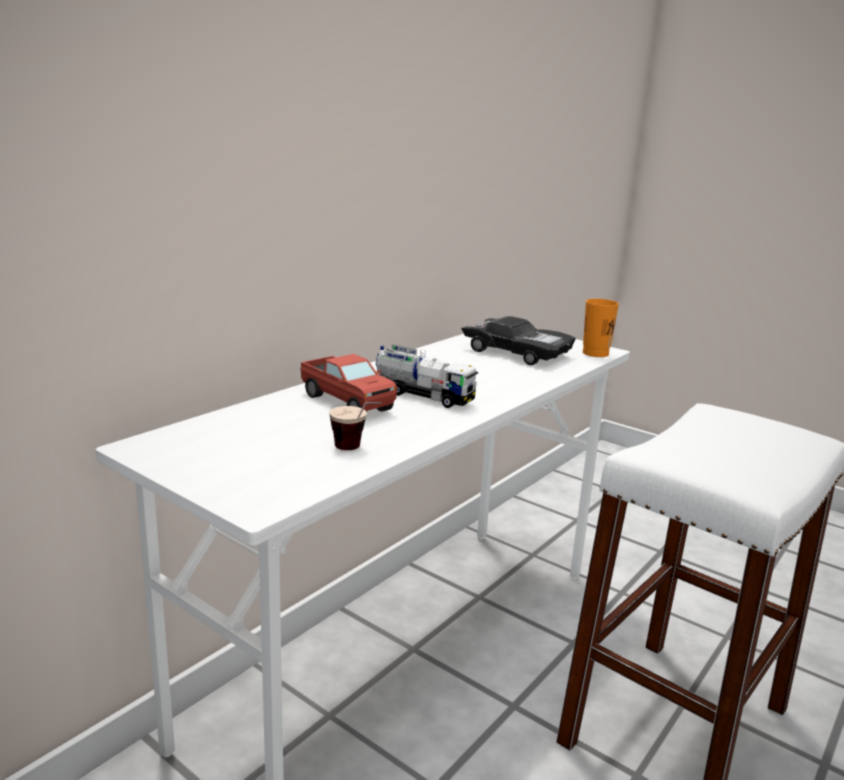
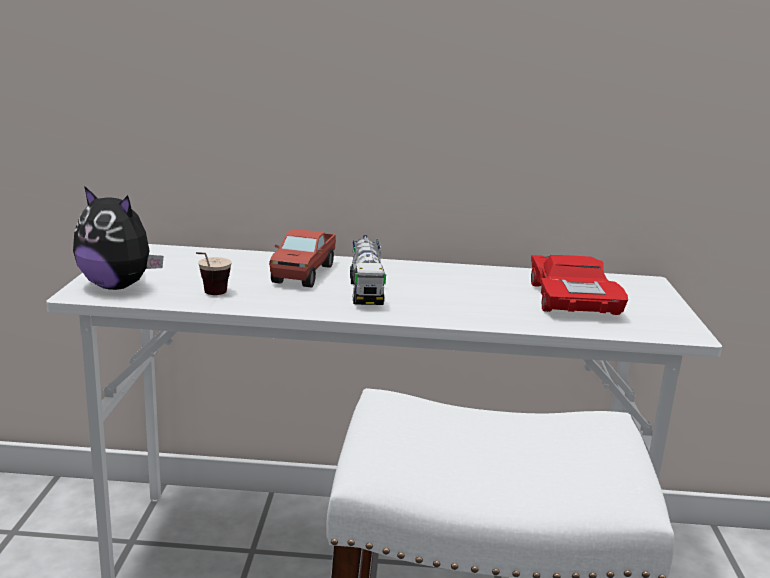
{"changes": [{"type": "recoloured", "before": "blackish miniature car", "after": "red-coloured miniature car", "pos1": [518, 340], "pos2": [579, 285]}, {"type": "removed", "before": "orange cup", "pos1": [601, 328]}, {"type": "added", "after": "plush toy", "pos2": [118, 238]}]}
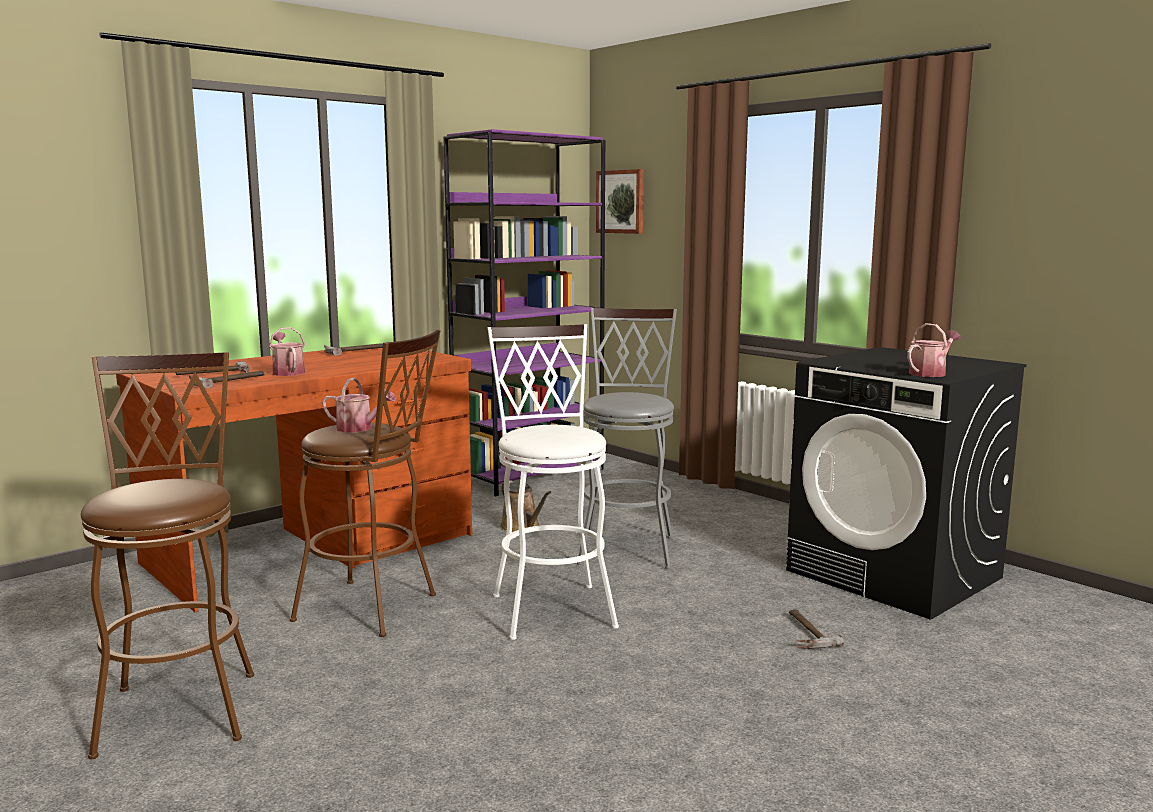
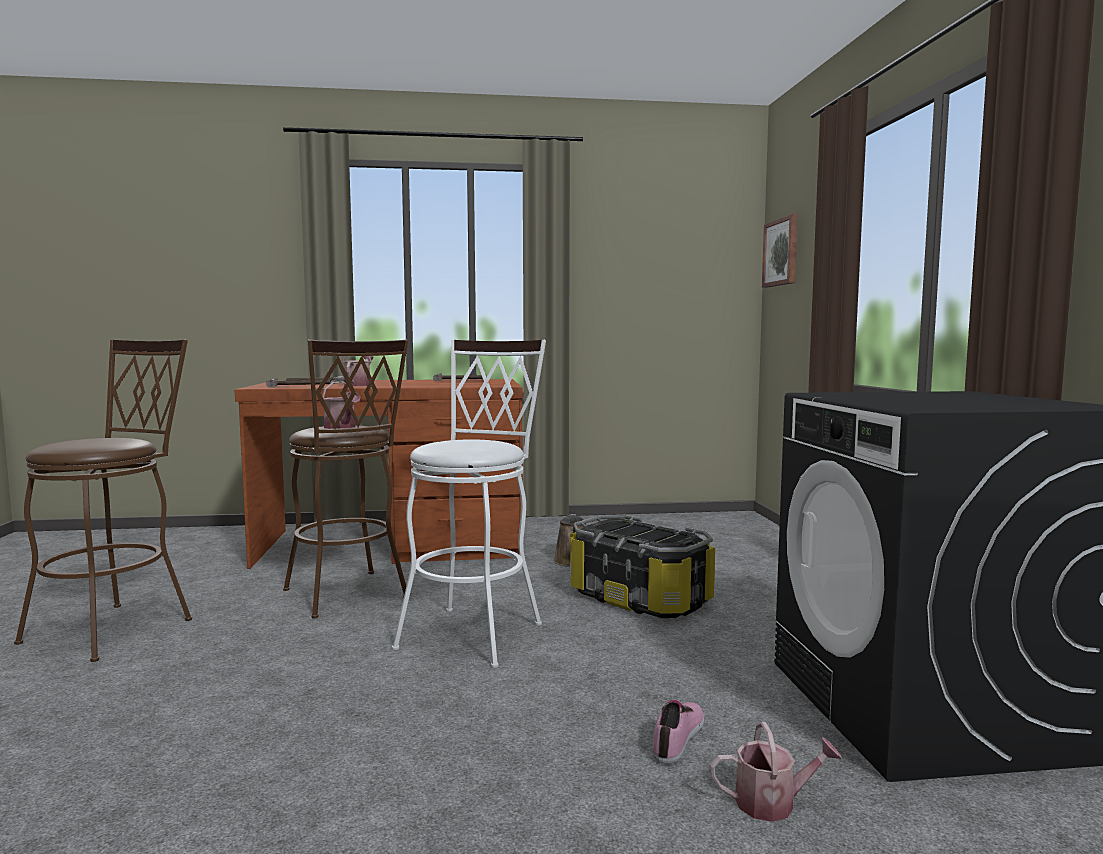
{"changes": [{"type": "removed", "before": "purple-coloured bookcase", "pos1": [524, 312]}, {"type": "replaced", "before": "greyish stool seat", "after": "storage container", "pos1": [627, 438], "pos2": [642, 566]}, {"type": "replaced", "before": "tool hammer", "after": "item of footwear", "pos1": [816, 629], "pos2": [678, 732]}, {"type": "moved", "before": "sprinkling can", "pos1": [934, 350], "pos2": [776, 772]}]}
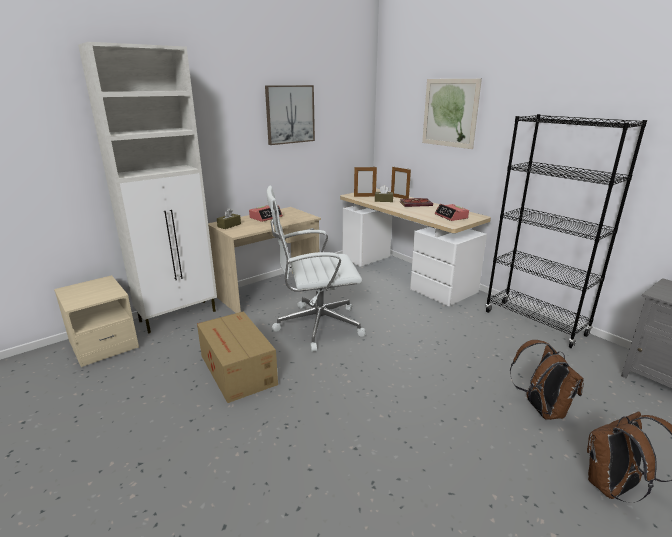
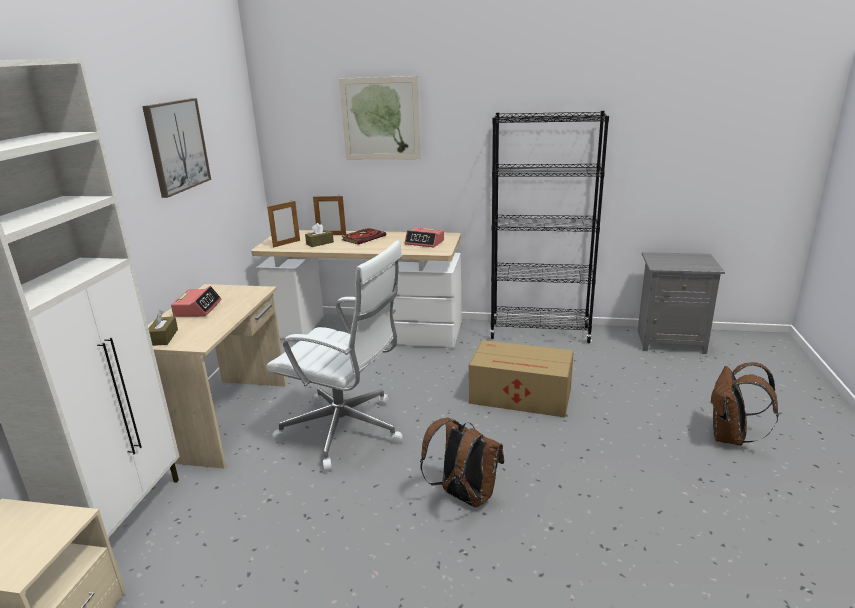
{"changes": [{"type": "moved", "before": "carton", "pos1": [237, 357], "pos2": [521, 378]}, {"type": "turned", "before": "white-coloured desk chair", "pos1": [316, 269], "pos2": [334, 356], "turn": -105}, {"type": "moved", "before": "brown knapsack", "pos1": [547, 380], "pos2": [462, 462]}]}
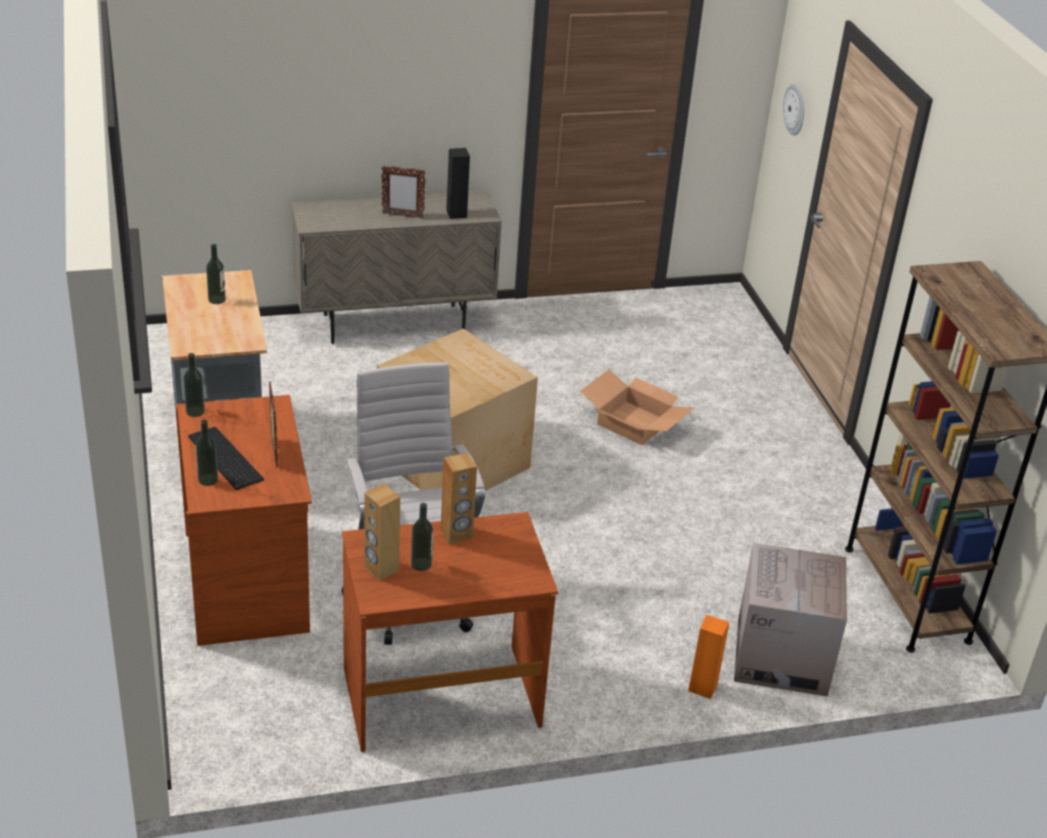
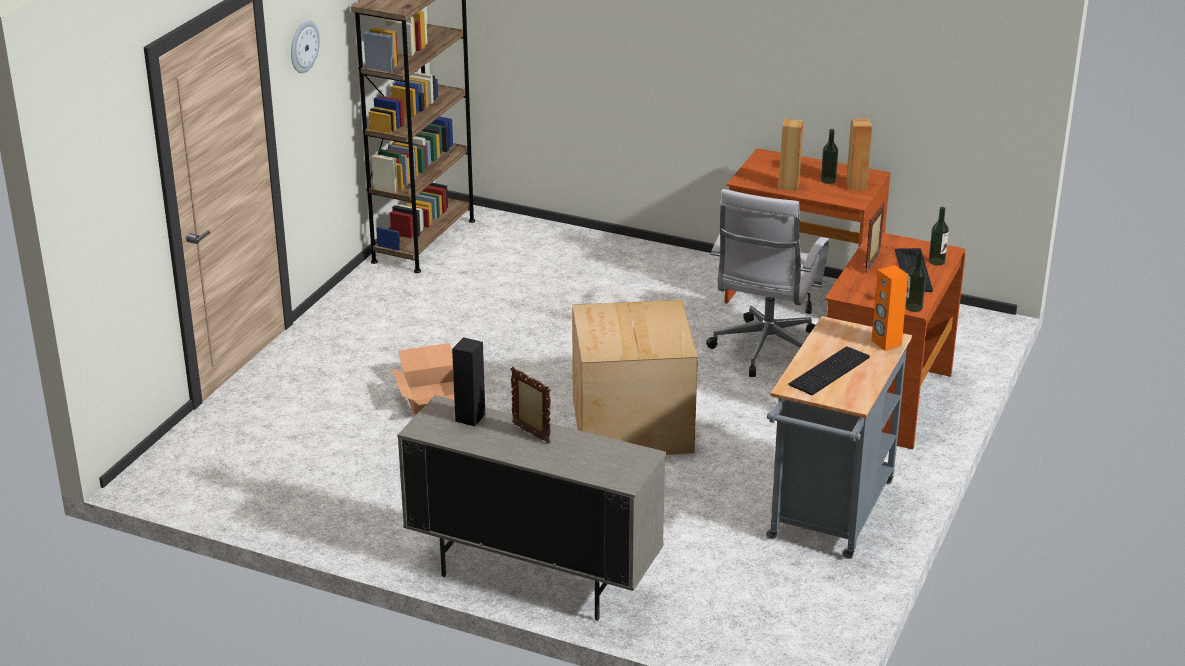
{"changes": [{"type": "replaced", "before": "beverage bottle", "after": "keyboard", "pos1": [216, 274], "pos2": [829, 371]}, {"type": "moved", "before": "orange audio speaker", "pos1": [708, 657], "pos2": [889, 308]}, {"type": "removed", "before": "carton", "pos1": [790, 620]}, {"type": "moved", "before": "clock on the wall", "pos1": [793, 109], "pos2": [305, 46]}]}
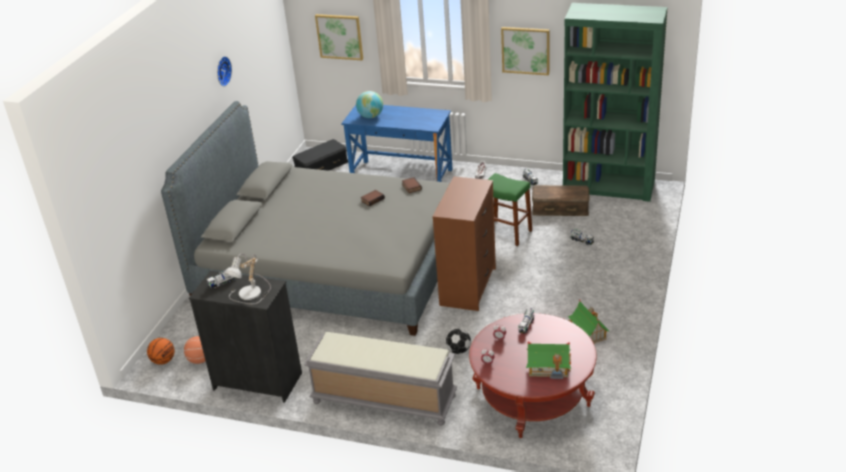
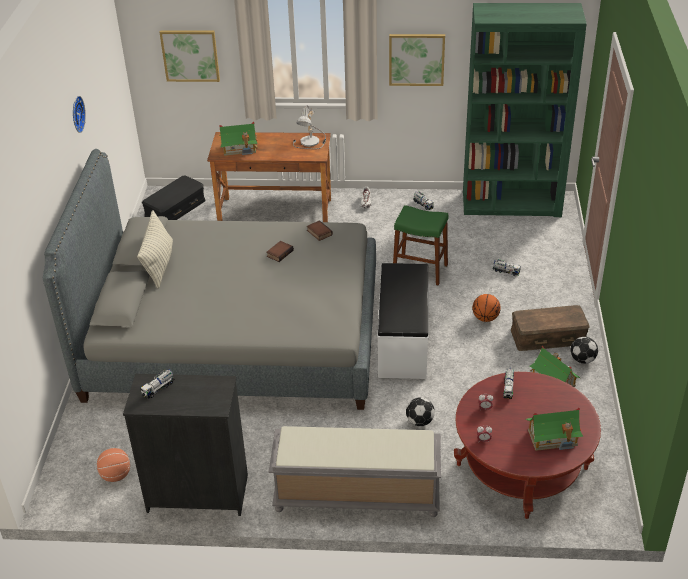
{"changes": [{"type": "moved", "before": "ball for basketball", "pos1": [161, 351], "pos2": [486, 308]}, {"type": "moved", "before": "tabletop lamp", "pos1": [247, 279], "pos2": [309, 127]}, {"type": "recoloured", "before": "bluish desk unit", "after": "brown desk unit", "pos1": [396, 143], "pos2": [269, 177]}, {"type": "replaced", "before": "globe", "after": "model house", "pos1": [369, 104], "pos2": [238, 139]}, {"type": "replaced", "before": "brown dresser", "after": "white-coloured indoor bench", "pos1": [464, 243], "pos2": [403, 321]}, {"type": "moved", "before": "brown storage container", "pos1": [560, 200], "pos2": [550, 328]}, {"type": "added", "after": "cushion", "pos2": [155, 249]}, {"type": "added", "after": "ball for football", "pos2": [584, 350]}]}
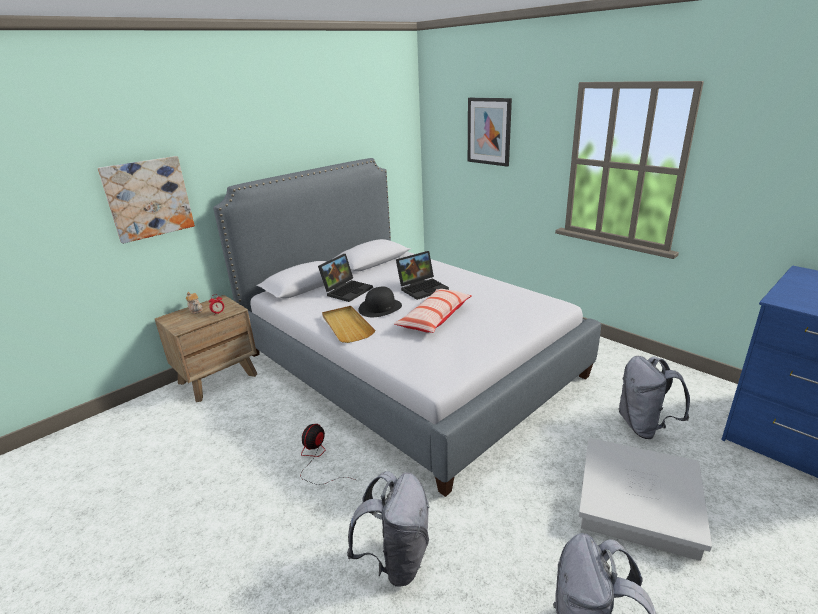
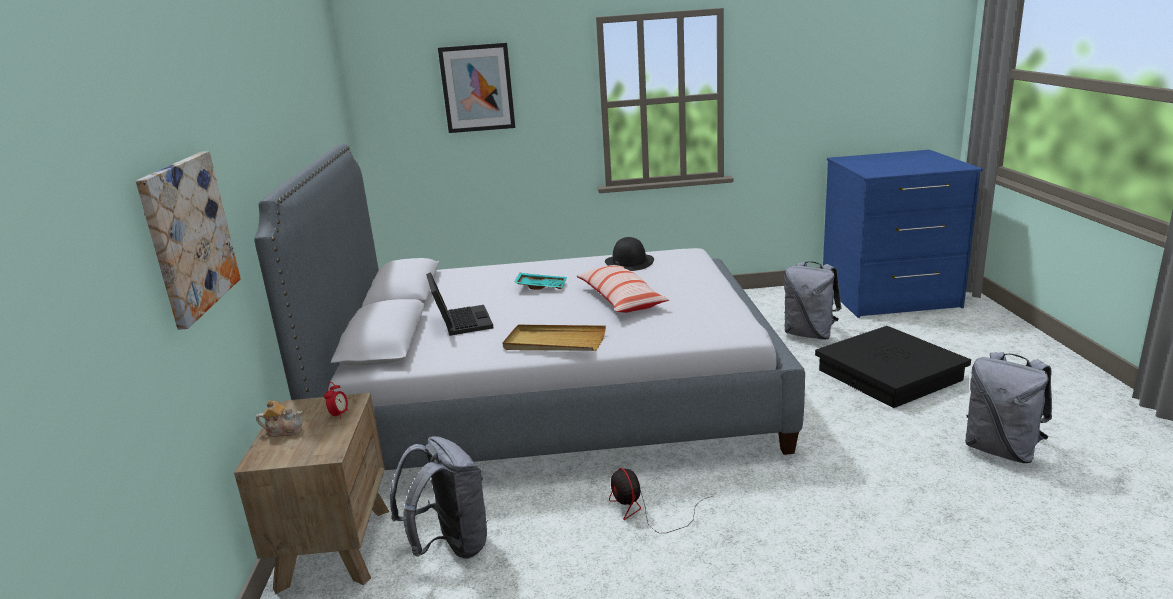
{"changes": [{"type": "moved", "before": "greyish knapsack", "pos1": [388, 529], "pos2": [439, 497]}, {"type": "moved", "before": "blackish hat", "pos1": [380, 302], "pos2": [629, 254]}, {"type": "replaced", "before": "notebook computer", "after": "turquoise-coloured tray", "pos1": [422, 275], "pos2": [540, 281]}, {"type": "recoloured", "before": "white-coloured storage container", "after": "blackish storage container", "pos1": [645, 499], "pos2": [893, 367]}]}
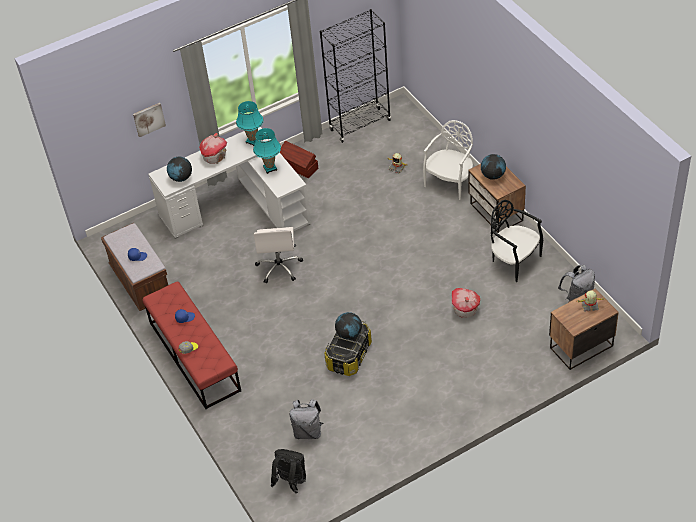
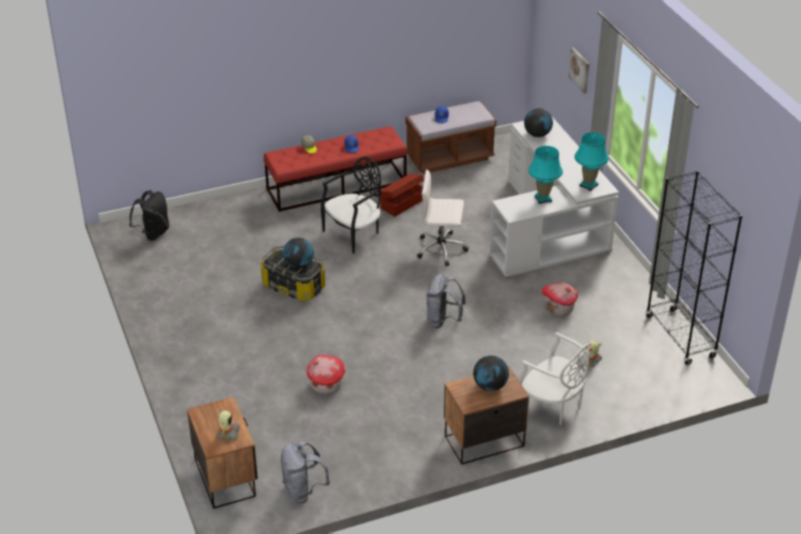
{"changes": [{"type": "moved", "before": "model house", "pos1": [213, 148], "pos2": [560, 299]}, {"type": "moved", "before": "brown storage container", "pos1": [299, 159], "pos2": [402, 195]}, {"type": "moved", "before": "greyish knapsack", "pos1": [306, 419], "pos2": [446, 301]}, {"type": "moved", "before": "blackish chair", "pos1": [517, 241], "pos2": [351, 205]}]}
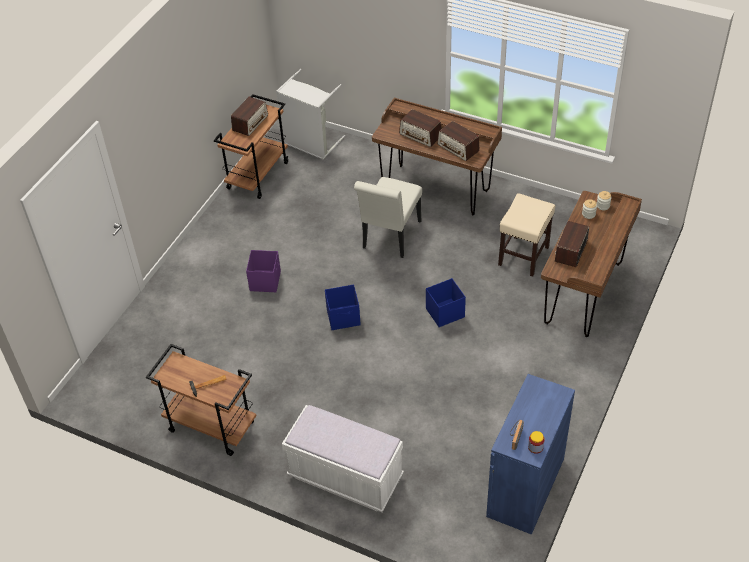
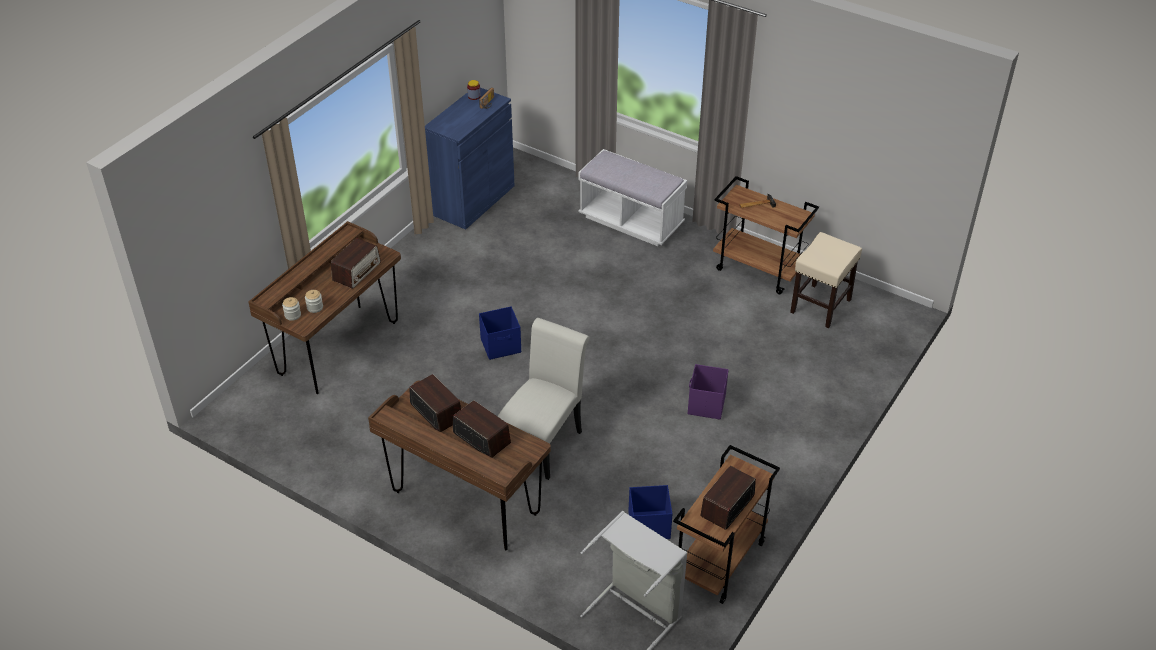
{"changes": [{"type": "moved", "before": "bluish storage container", "pos1": [343, 307], "pos2": [650, 512]}, {"type": "moved", "before": "beige stool seat", "pos1": [527, 235], "pos2": [826, 280]}]}
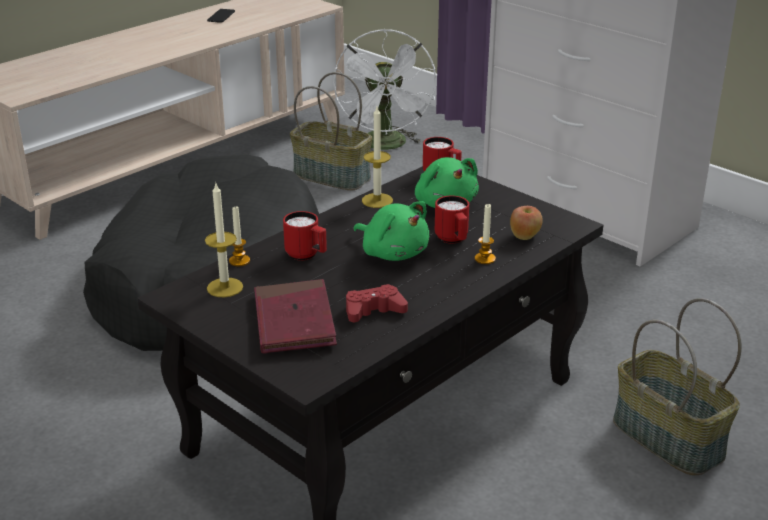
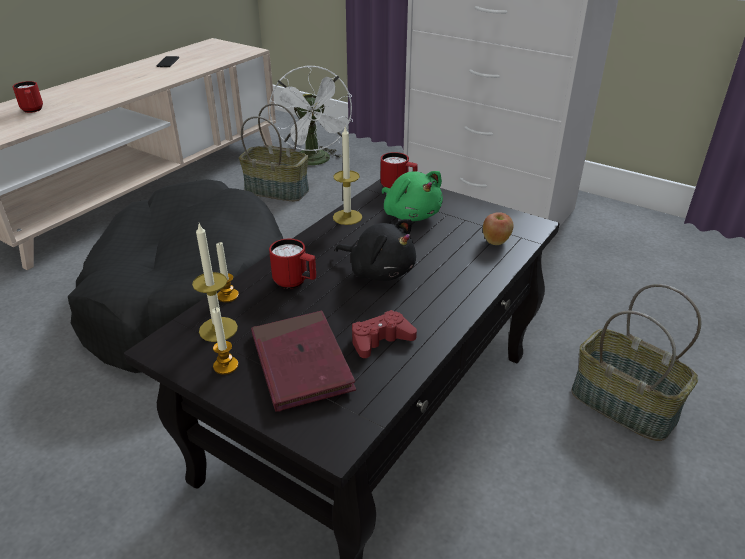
{"changes": [{"type": "recoloured", "before": "green plush toy", "after": "blackish plush toy", "pos1": [391, 231], "pos2": [375, 250]}, {"type": "moved", "before": "red-coloured coffee mug", "pos1": [452, 220], "pos2": [28, 97]}, {"type": "moved", "before": "wax light", "pos1": [485, 234], "pos2": [225, 341]}]}
